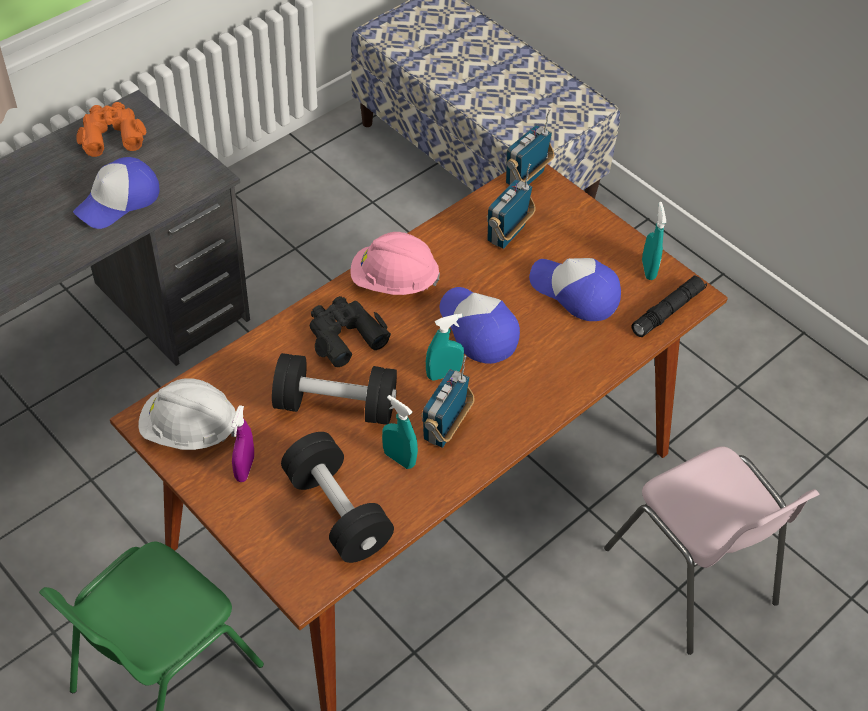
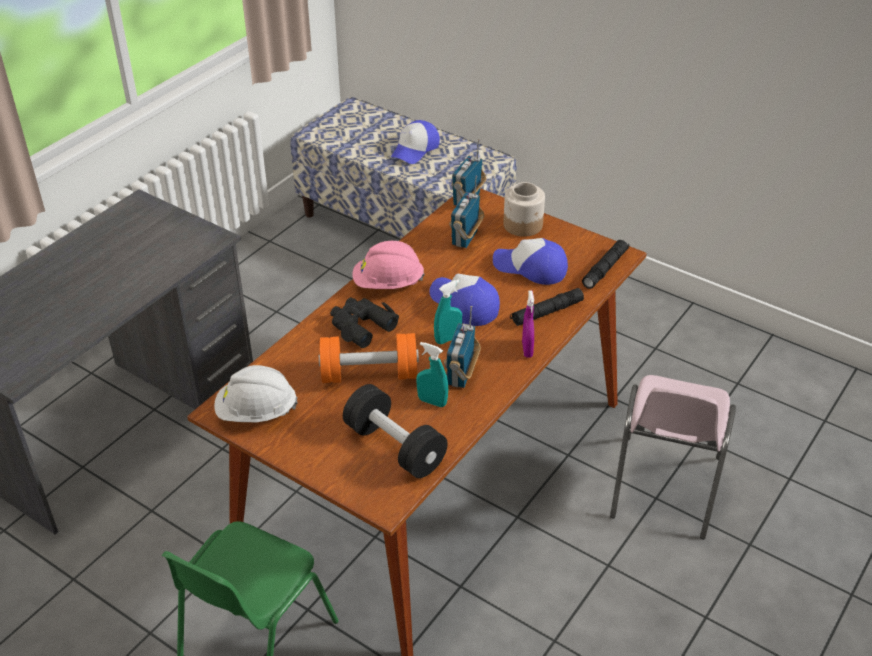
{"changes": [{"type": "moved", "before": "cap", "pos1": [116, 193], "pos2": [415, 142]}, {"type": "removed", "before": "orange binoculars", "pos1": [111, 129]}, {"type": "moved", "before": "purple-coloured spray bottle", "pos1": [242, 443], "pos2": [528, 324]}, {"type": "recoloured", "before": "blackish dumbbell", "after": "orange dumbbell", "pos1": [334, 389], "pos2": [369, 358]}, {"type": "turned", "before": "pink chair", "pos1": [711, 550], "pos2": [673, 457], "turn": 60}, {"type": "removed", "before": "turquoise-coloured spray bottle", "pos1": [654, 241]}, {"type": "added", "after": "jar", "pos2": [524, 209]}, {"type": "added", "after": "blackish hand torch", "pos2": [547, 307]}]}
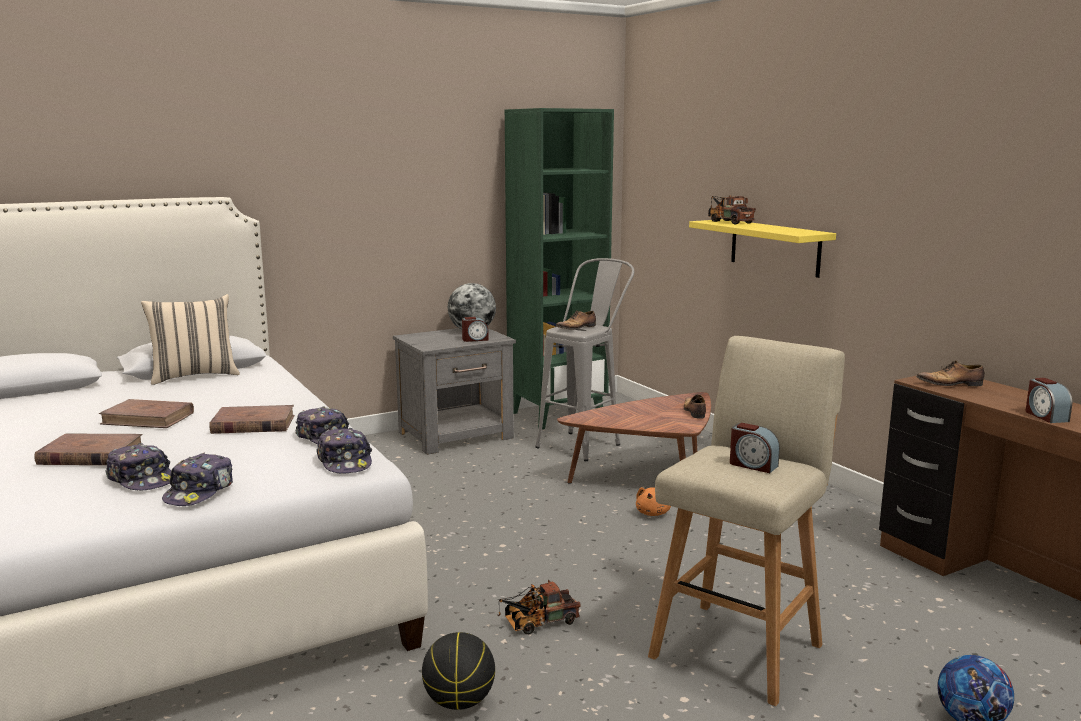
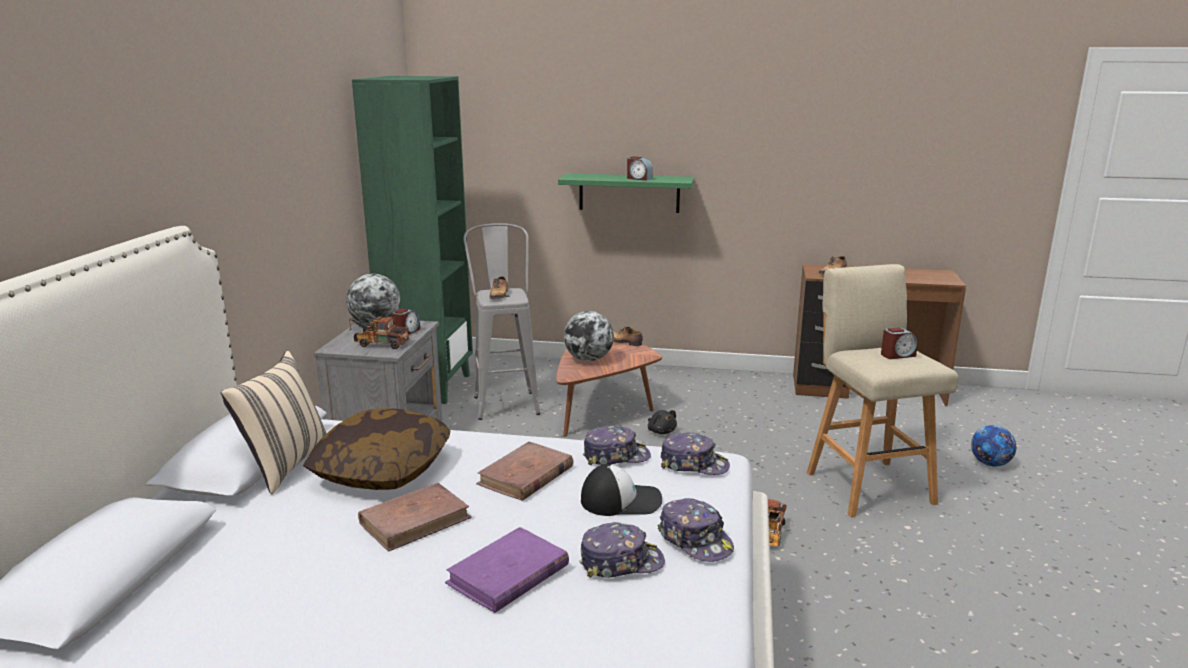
{"changes": [{"type": "recoloured", "before": "brown volume", "after": "purple-coloured volume", "pos1": [88, 449], "pos2": [507, 570]}, {"type": "removed", "before": "ball for basketball", "pos1": [458, 671]}, {"type": "recoloured", "before": "orange plush toy", "after": "blackish plush toy", "pos1": [653, 501], "pos2": [662, 422]}, {"type": "recoloured", "before": "yellowish wall shelf", "after": "green wall shelf", "pos1": [762, 248], "pos2": [626, 193]}, {"type": "moved", "before": "model truck", "pos1": [732, 210], "pos2": [379, 332]}, {"type": "moved", "before": "alarm clock", "pos1": [1048, 400], "pos2": [640, 168]}, {"type": "added", "after": "cushion", "pos2": [377, 449]}, {"type": "added", "after": "globe", "pos2": [589, 336]}, {"type": "added", "after": "cap", "pos2": [621, 490]}]}
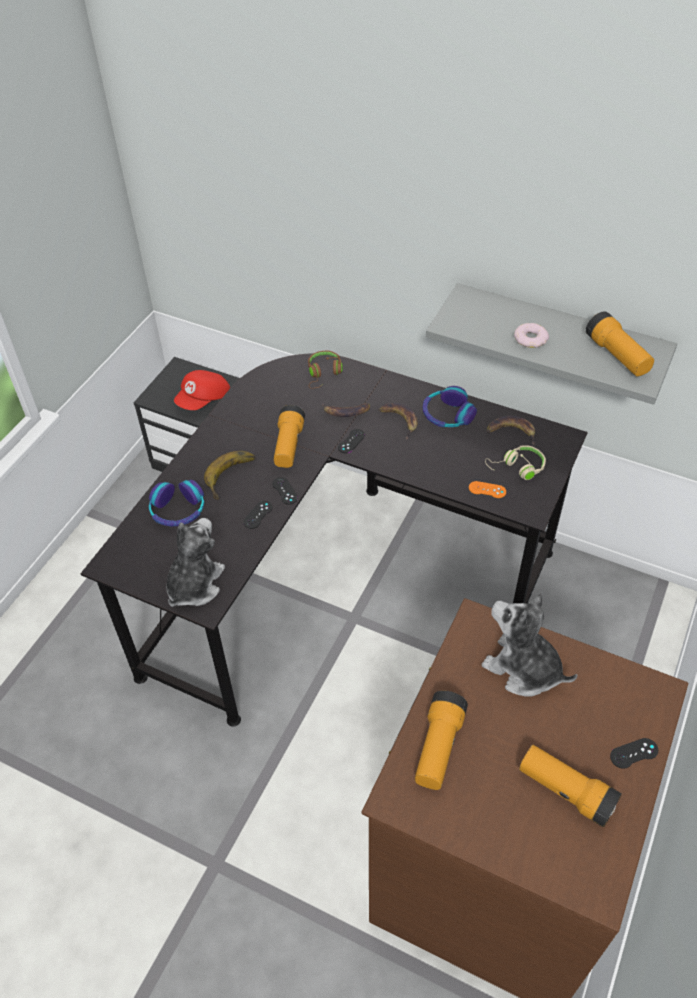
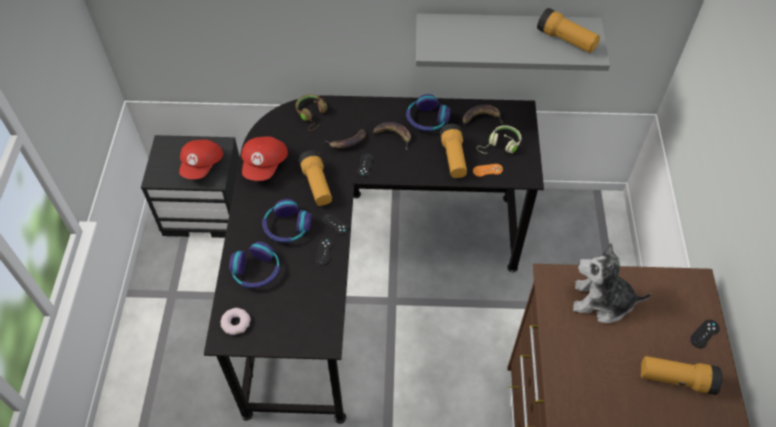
{"changes": [{"type": "removed", "before": "plush toy", "pos1": [195, 562]}, {"type": "replaced", "before": "banana fruit", "after": "pair of headphones", "pos1": [229, 475], "pos2": [287, 221]}, {"type": "moved", "before": "hand torch", "pos1": [441, 740], "pos2": [453, 151]}, {"type": "moved", "before": "donut", "pos1": [531, 335], "pos2": [236, 321]}, {"type": "added", "after": "red-coloured cap", "pos2": [264, 158]}]}
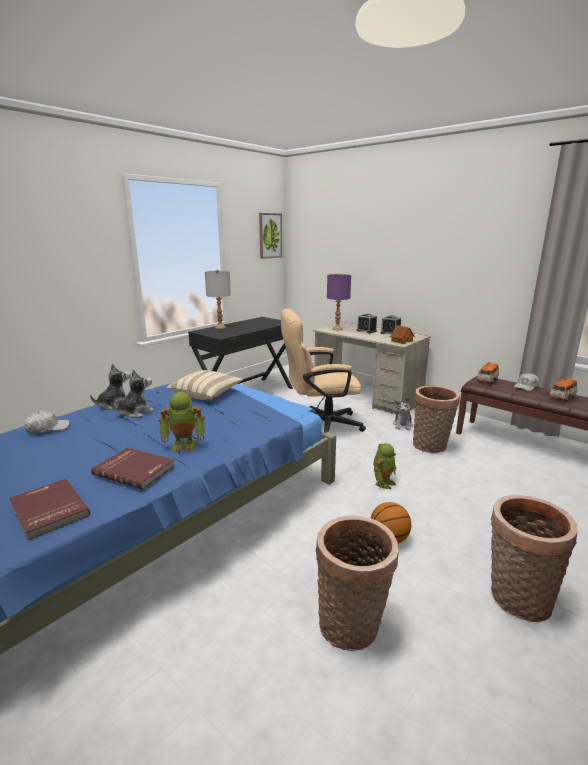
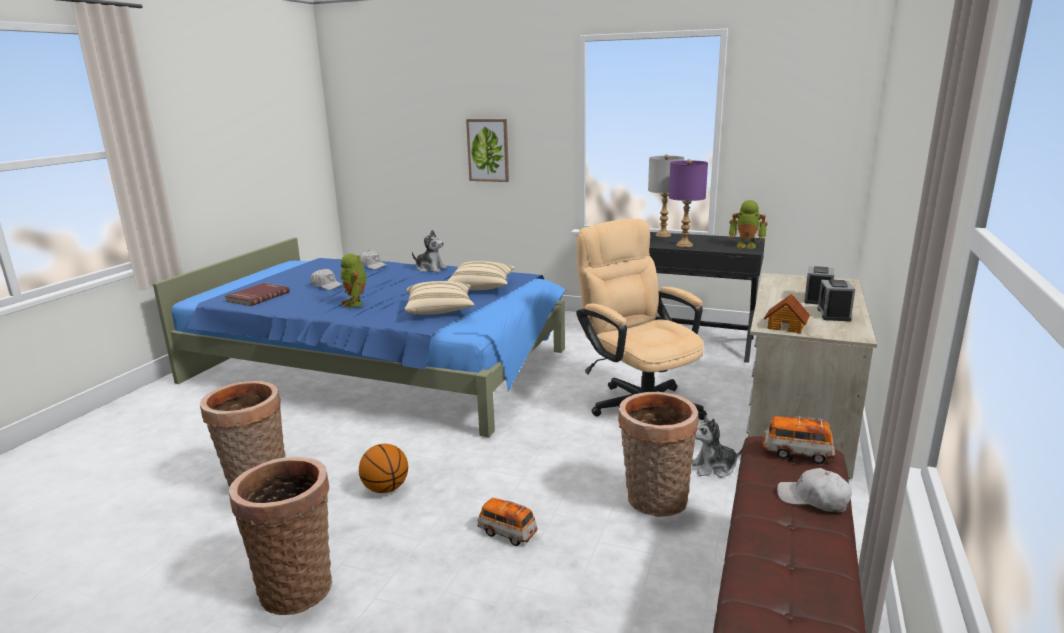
{"changes": [{"type": "removed", "before": "red-coloured volume", "pos1": [132, 469]}, {"type": "removed", "before": "plush toy", "pos1": [133, 393]}, {"type": "moved", "before": "wall picture", "pos1": [270, 236], "pos2": [487, 150]}, {"type": "moved", "before": "purple-coloured tabletop lamp", "pos1": [339, 301], "pos2": [688, 203]}, {"type": "moved", "before": "robot figure", "pos1": [385, 466], "pos2": [748, 224]}, {"type": "moved", "before": "miniature car", "pos1": [563, 389], "pos2": [507, 522]}, {"type": "added", "after": "white-coloured cap", "pos2": [326, 279]}, {"type": "added", "after": "beige cushion", "pos2": [440, 298]}]}
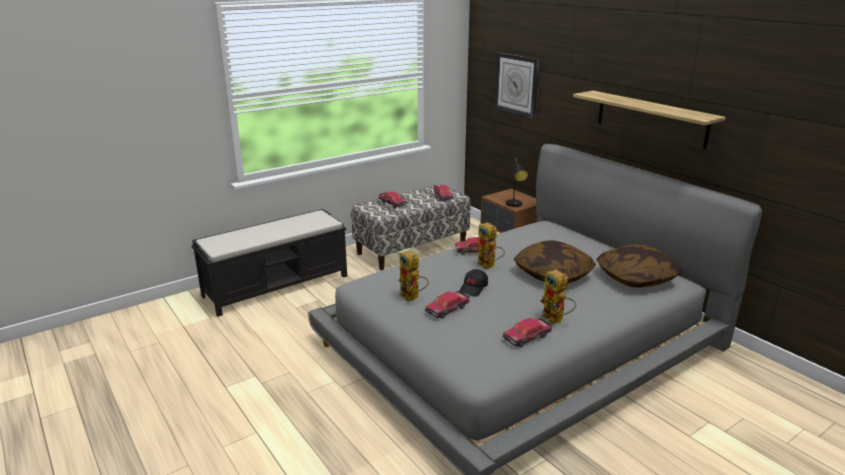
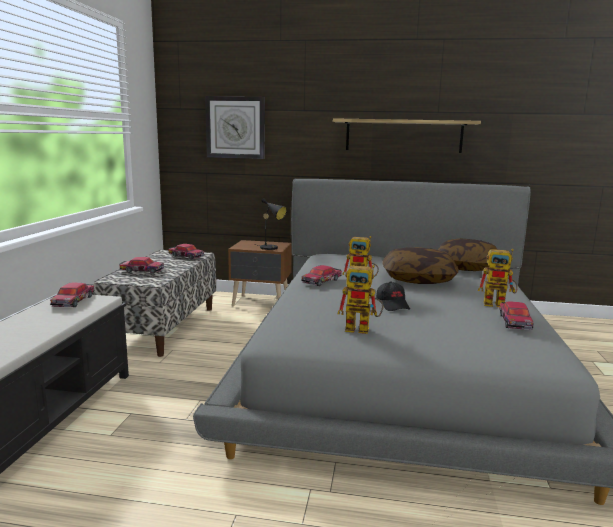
{"changes": [{"type": "moved", "before": "miniature car", "pos1": [447, 305], "pos2": [72, 295]}]}
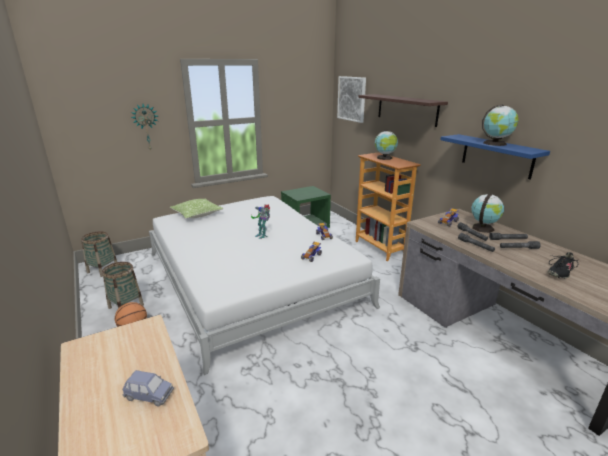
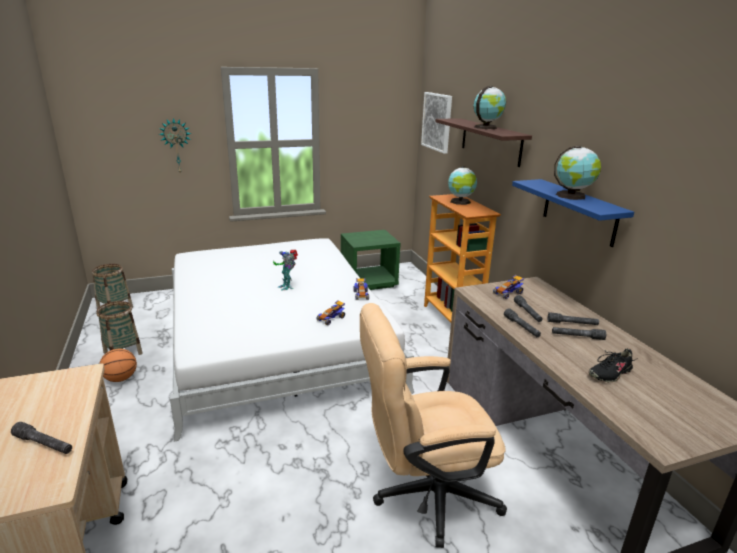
{"changes": [{"type": "replaced", "before": "bluish miniature car", "after": "greyish hand torch", "pos1": [148, 388], "pos2": [41, 438]}, {"type": "removed", "before": "cushion", "pos1": [196, 209]}, {"type": "moved", "before": "globe", "pos1": [487, 213], "pos2": [489, 107]}, {"type": "added", "after": "beige desk chair", "pos2": [433, 425]}]}
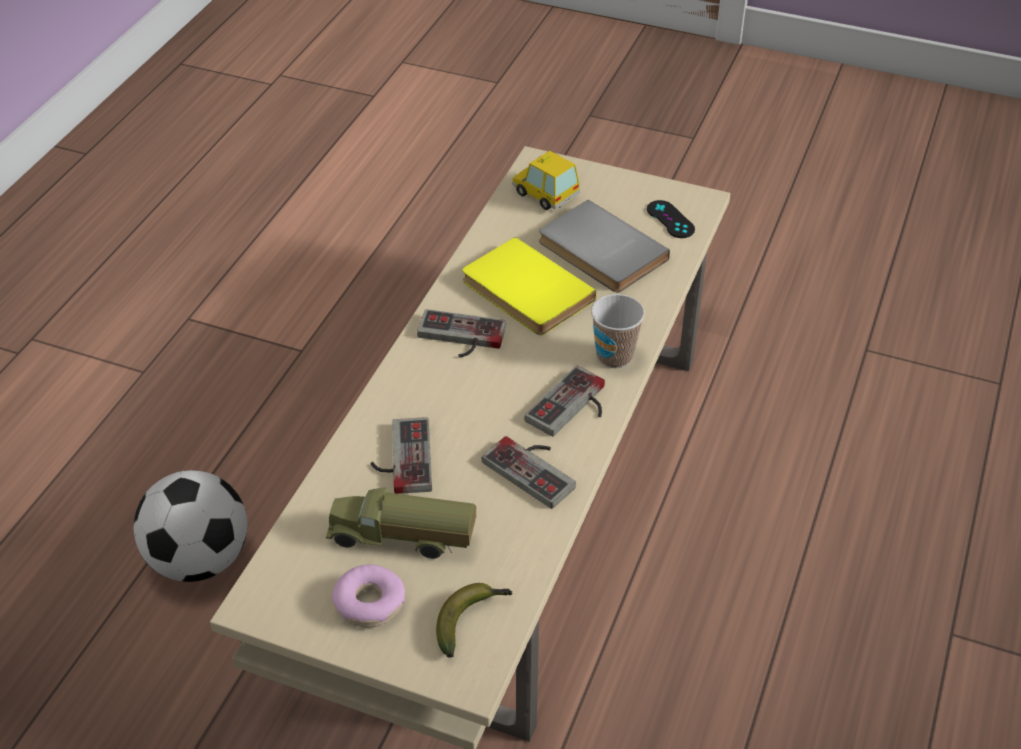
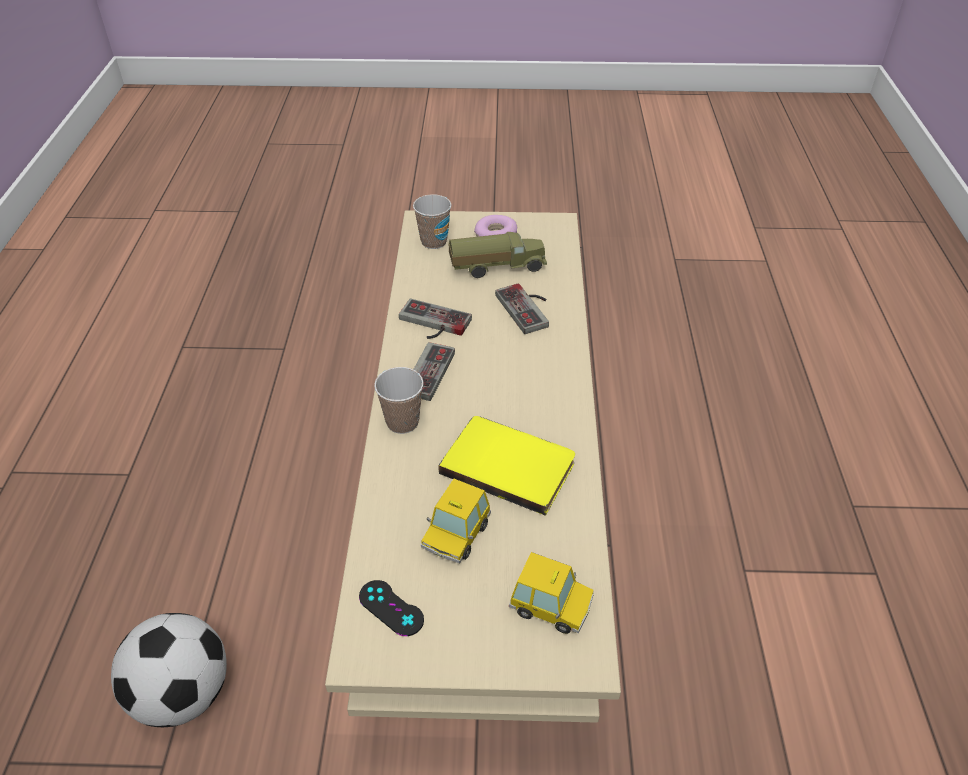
{"changes": [{"type": "moved", "before": "ball for football", "pos1": [190, 526], "pos2": [169, 670]}, {"type": "removed", "before": "joypad", "pos1": [462, 333]}, {"type": "replaced", "before": "banana fruit", "after": "cup", "pos1": [474, 620], "pos2": [432, 221]}, {"type": "replaced", "before": "greyish volume", "after": "miniature car", "pos1": [604, 246], "pos2": [456, 521]}]}
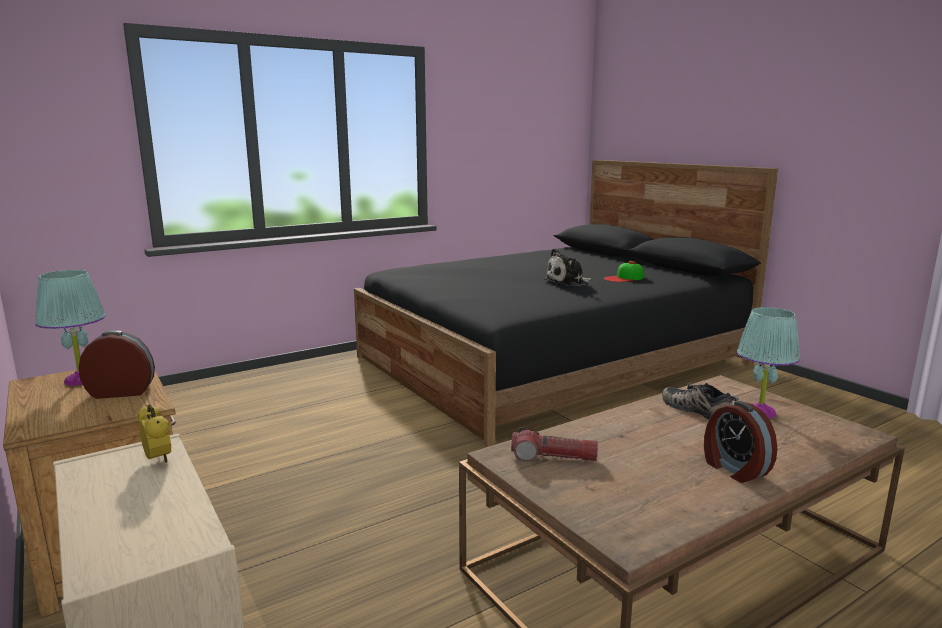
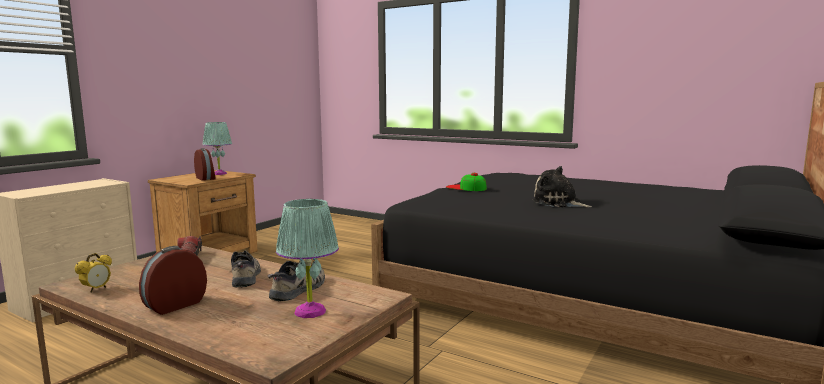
{"changes": [{"type": "moved", "before": "alarm clock", "pos1": [154, 433], "pos2": [93, 273]}, {"type": "moved", "before": "cap", "pos1": [624, 271], "pos2": [466, 182]}, {"type": "added", "after": "item of footwear", "pos2": [246, 269]}]}
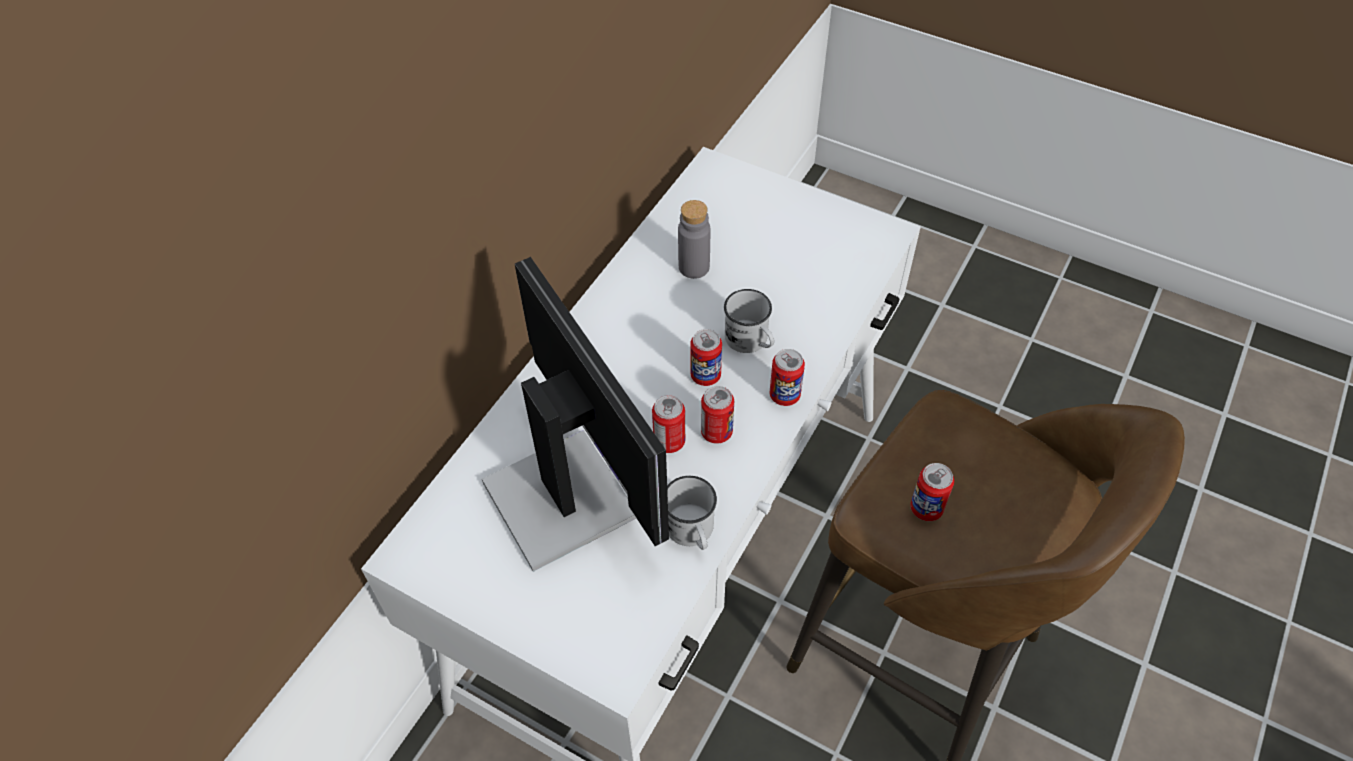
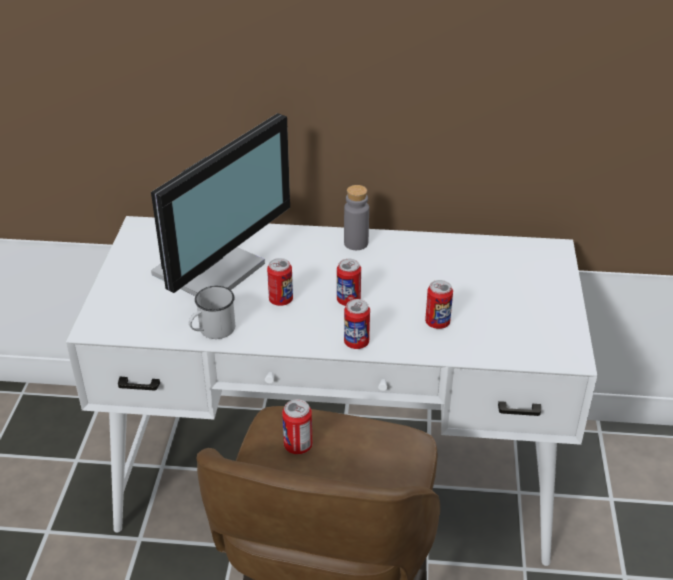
{"changes": [{"type": "moved", "before": "greyish beverage bottle", "pos1": [694, 239], "pos2": [356, 217]}, {"type": "moved", "before": "sealed can", "pos1": [717, 415], "pos2": [439, 304]}, {"type": "removed", "before": "white-coloured coffee mug", "pos1": [749, 321]}]}
